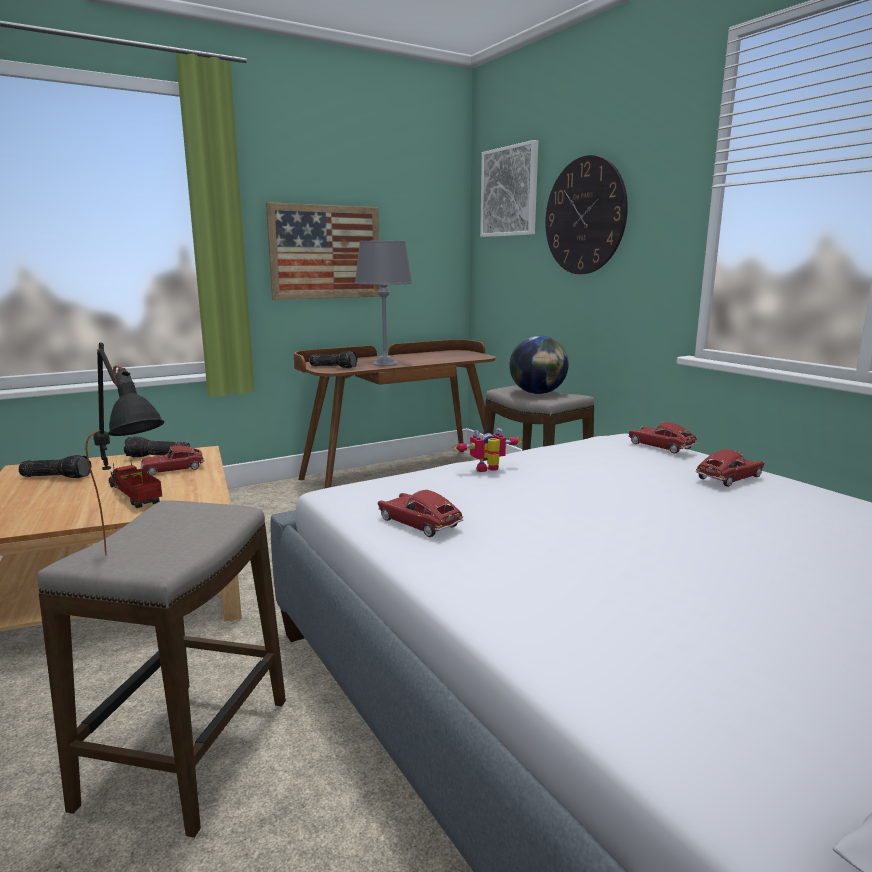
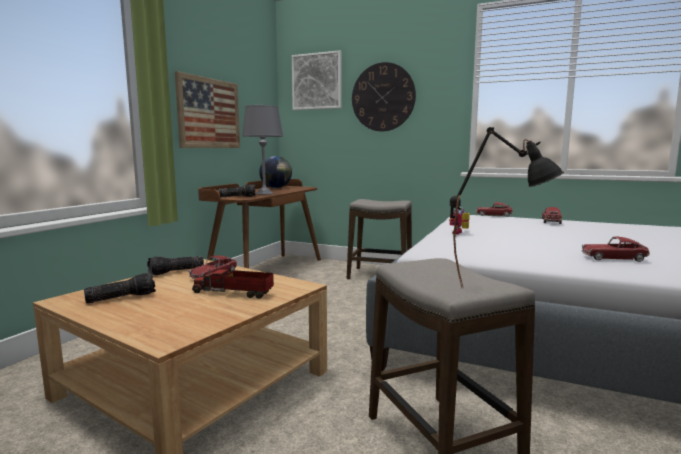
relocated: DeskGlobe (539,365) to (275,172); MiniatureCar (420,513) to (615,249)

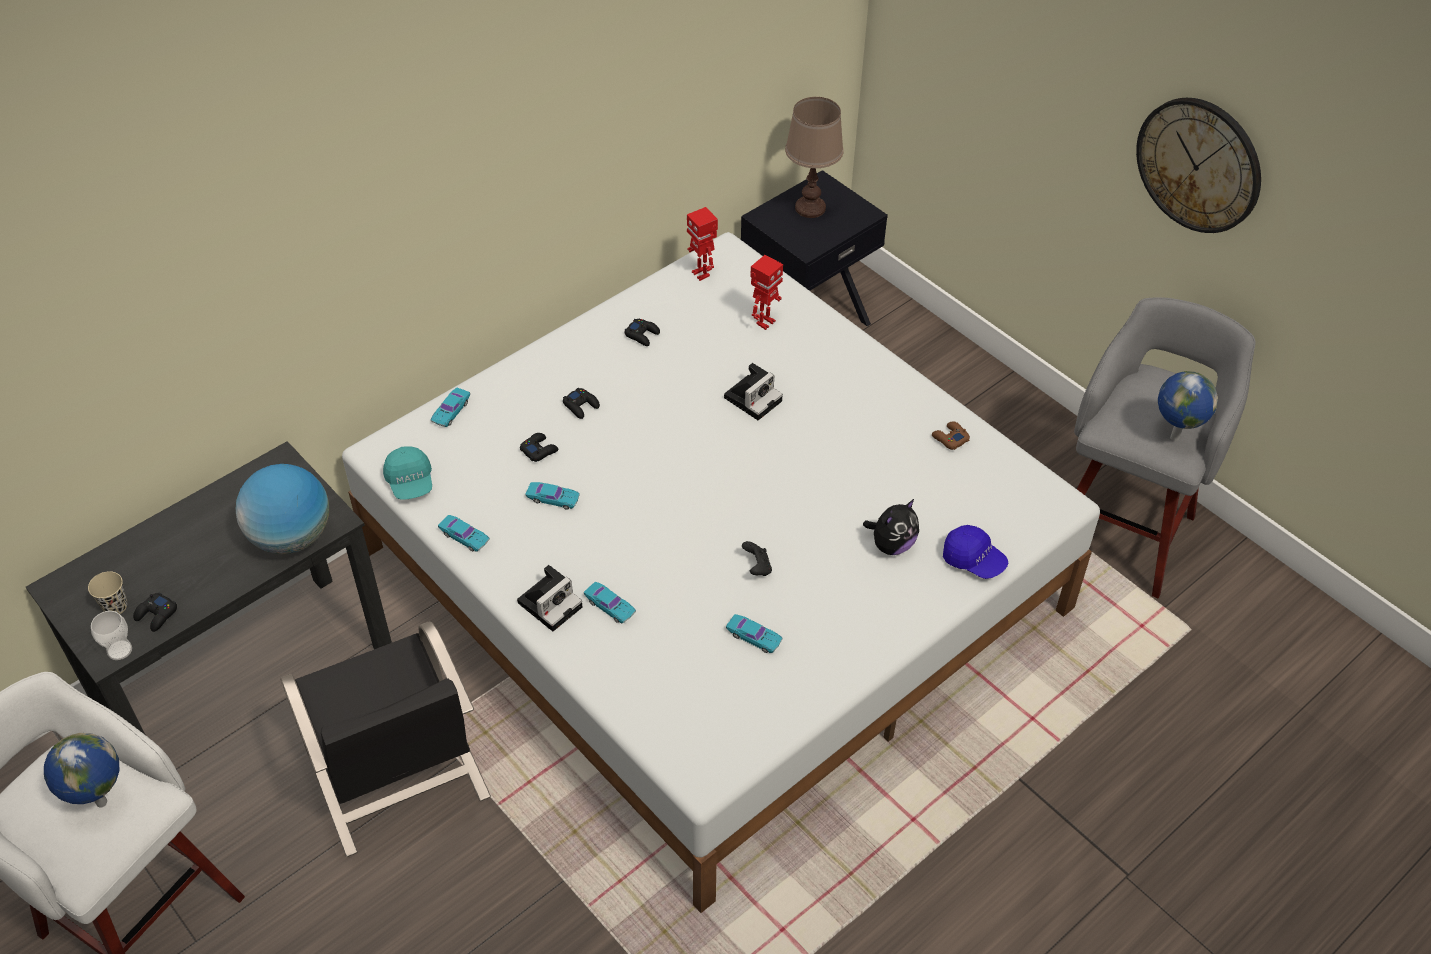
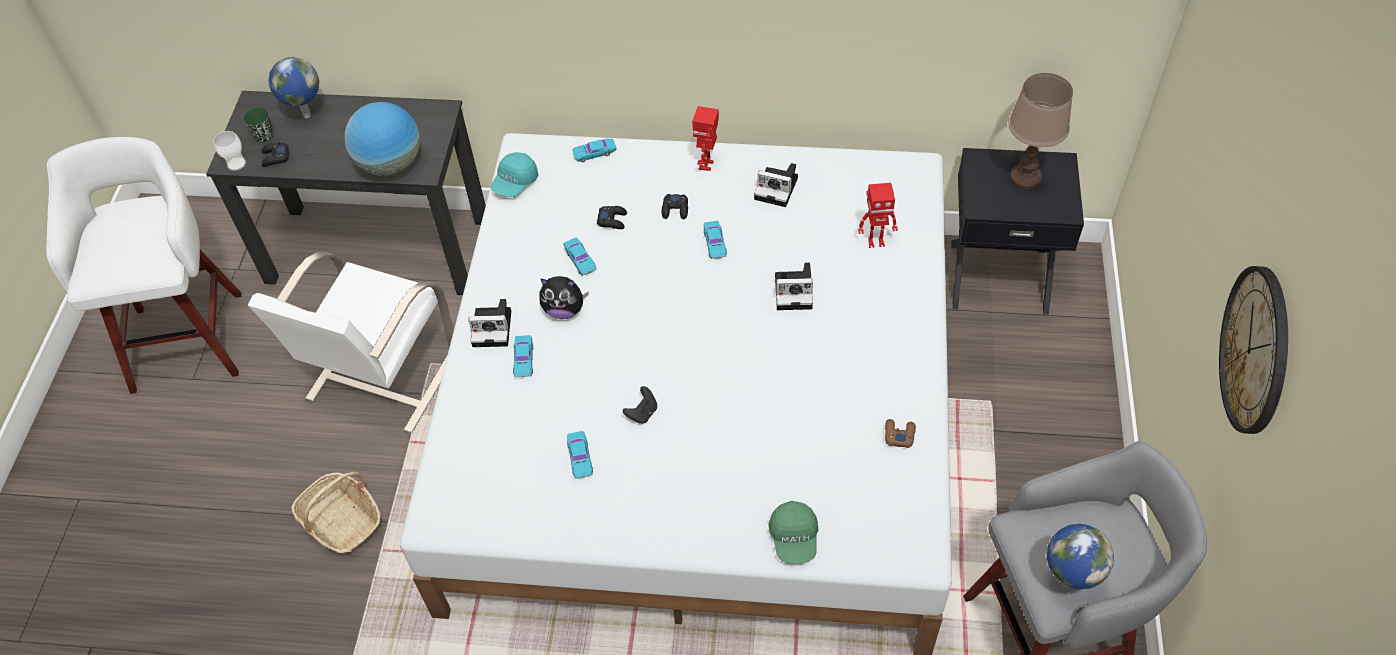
appeared: StorageBasket (336,513)
relocated: RobotFigure (702,244) to (705,138); PlushToy (891,527) to (564,297); BlueGreenMiniatureCar (464,533) to (715,240); DeskGlobe (82,770) to (293,87)
exchanged: BlackJoypad (642,332) to PhotoCamera (776,185)
colour: BlueBaseballCap (975,552) to GreenColouredBaseballCap (793,532); SandColouredCup (107,592) to GreenColouredCup (258,125); BlackUprightChair (385,739) to WhiteUprightChair (351,342)

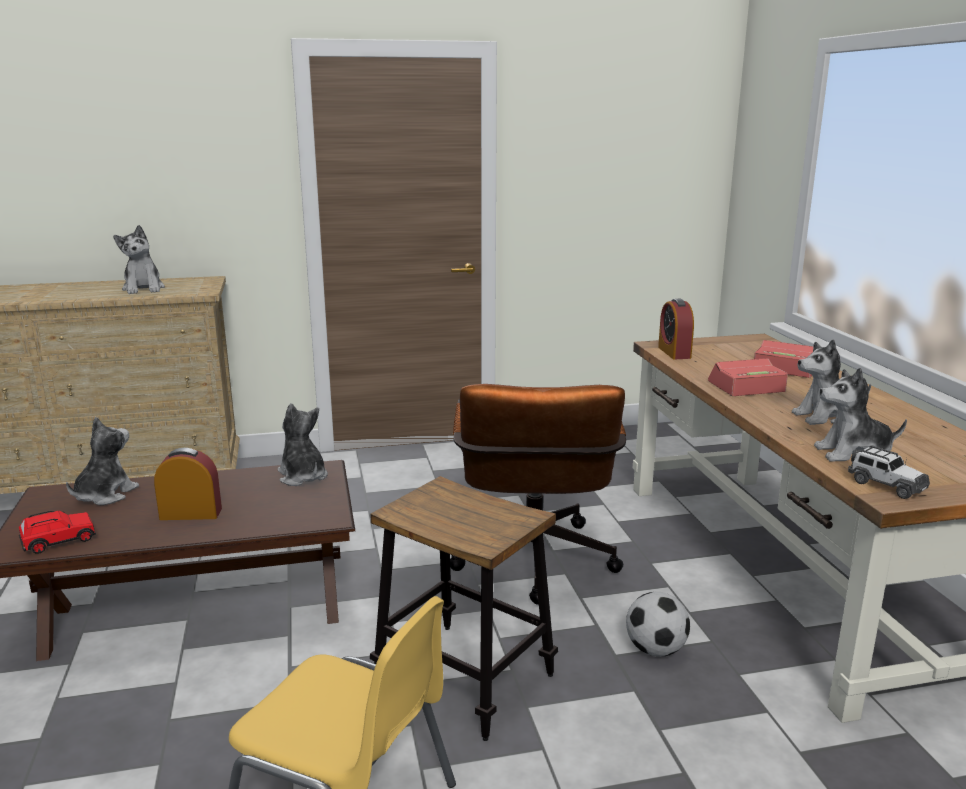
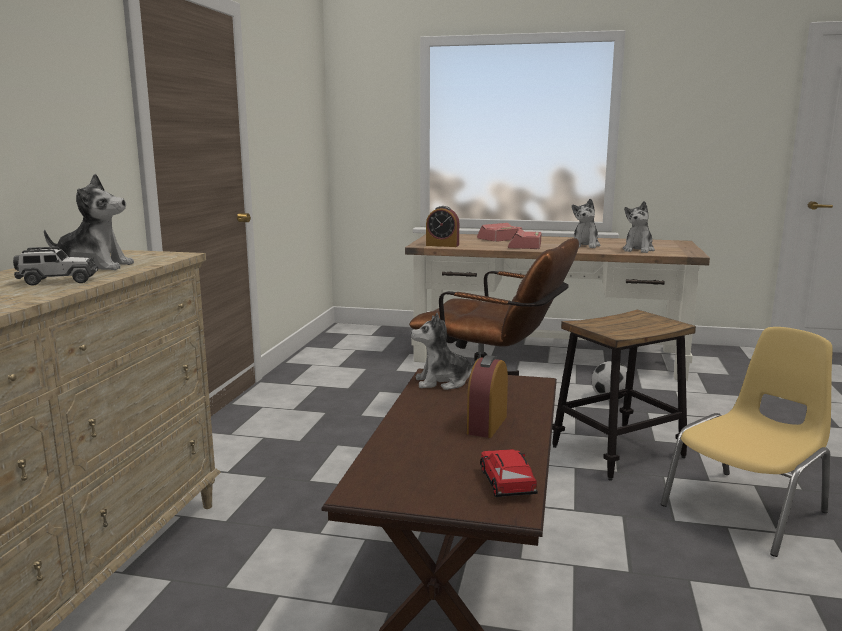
missing: PlushToy (102,461)
relocated: MiniatureCar (889,472) to (55,266)

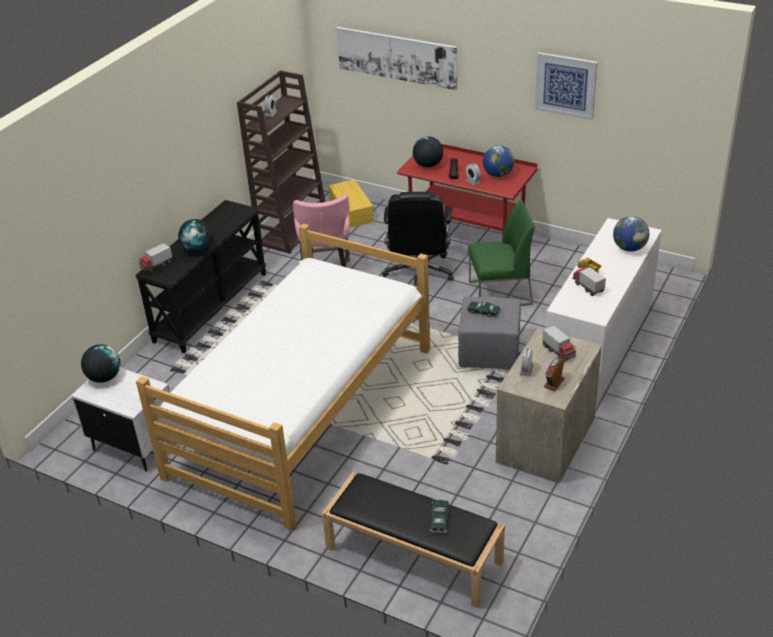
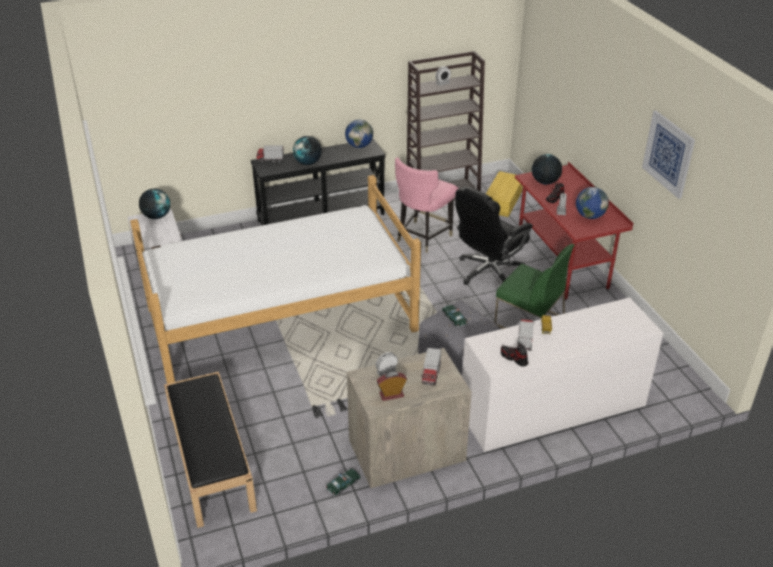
missing: Picture (396,58)
appeared: ItemOfFootwear (514,355)
relocated: DeskGlobe (631,234) to (359,134); MiniatureCar (440,516) to (343,482)

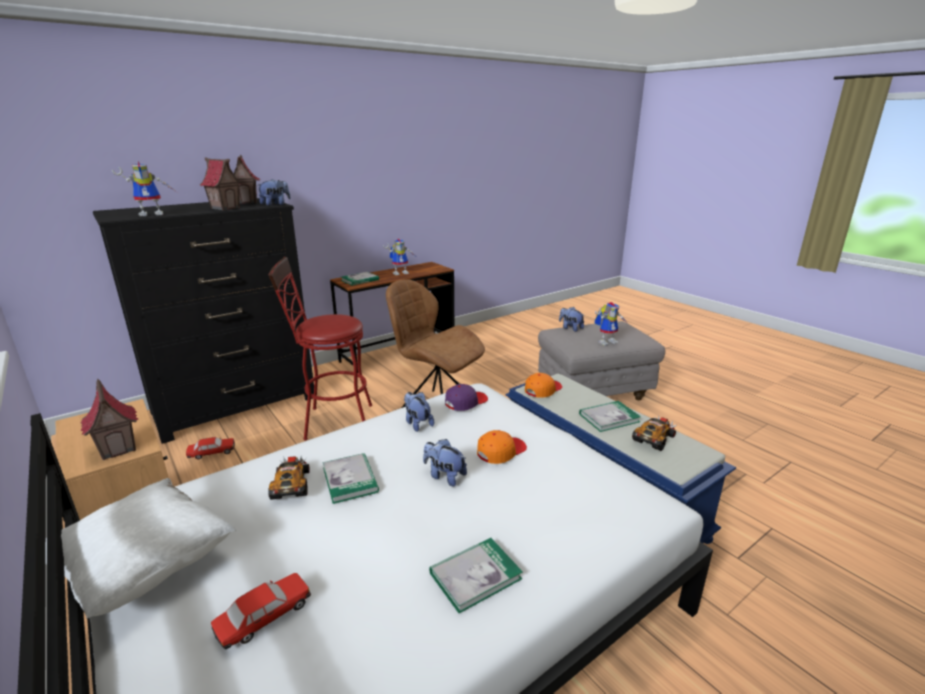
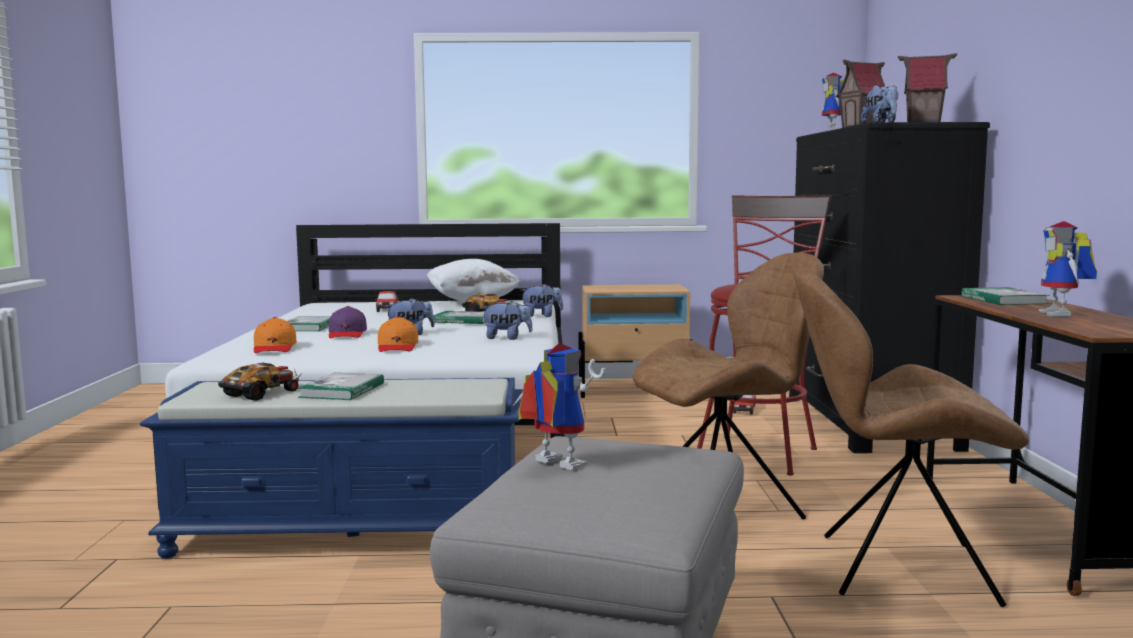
missing: MiniatureHouse (109,419)
appeared: BrownUprightChair (911,437)
relocated: PlushToy (572,319) to (541,300); OrangeyBaseballCap (543,385) to (275,335); PurplishBaseballCap (466,397) to (348,322)
spun: RobotFigure (610,324) = (559,406) 120 degrees clockwise; MiniatureCar (654,433) = (259,382) 135 degrees counterclockwise

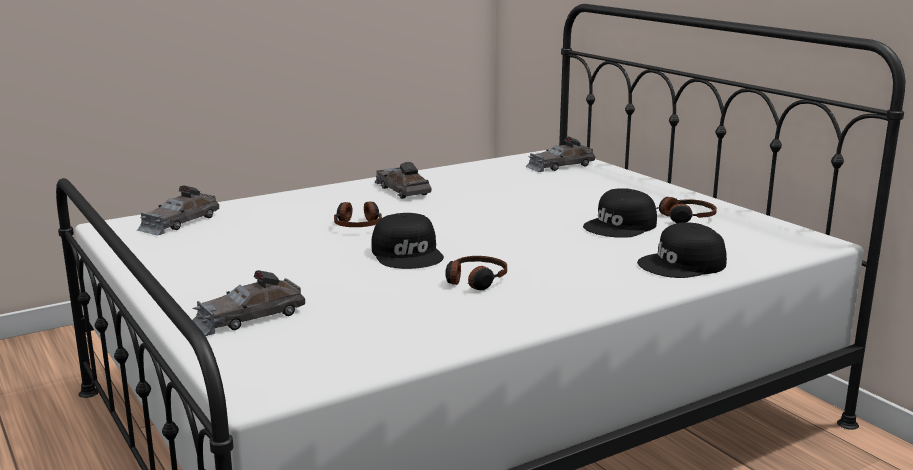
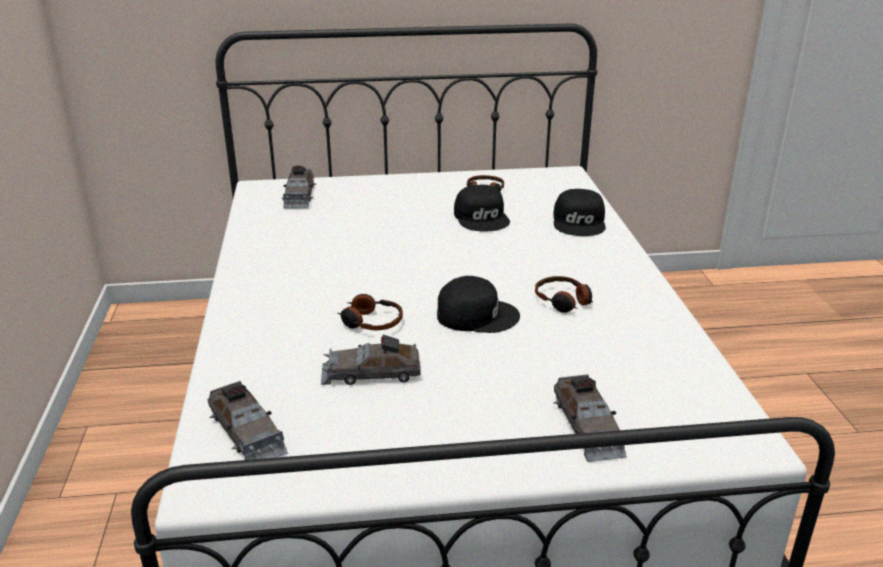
relocated: GreyishMiniatureCar (402,180) to (371,360)

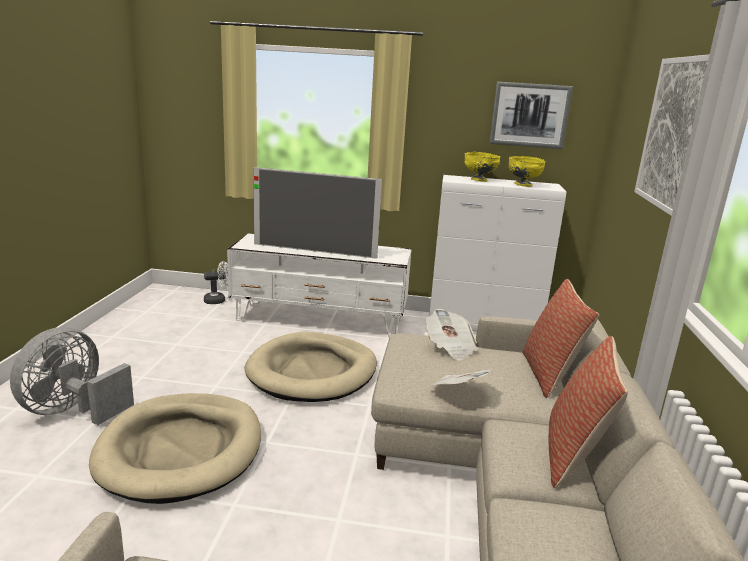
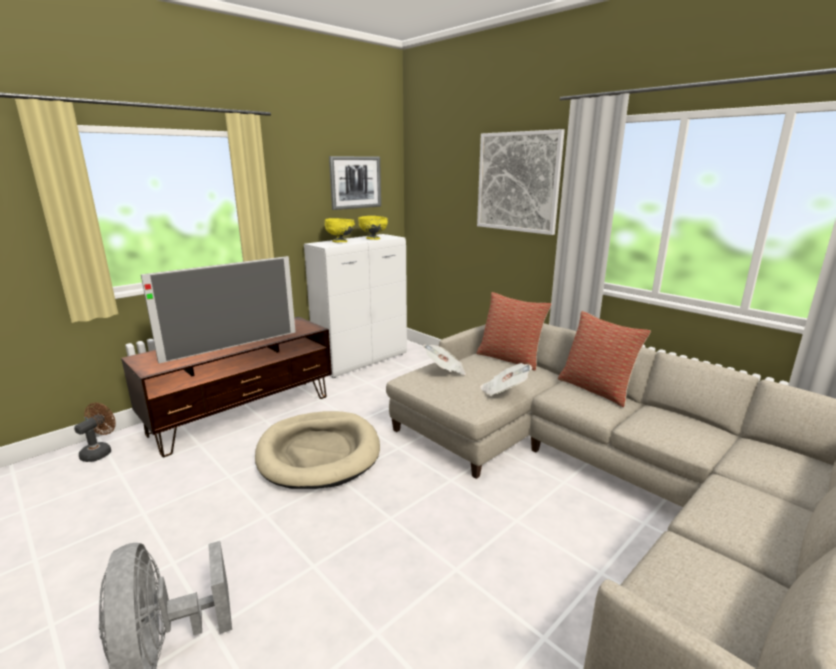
missing: SandColouredPetBed (175,448)
colour: WhiteTvUnit (319,286) to BrownTvUnit (226,387); WhiteCoolingFan (216,282) to BrownCoolingFan (95,432)

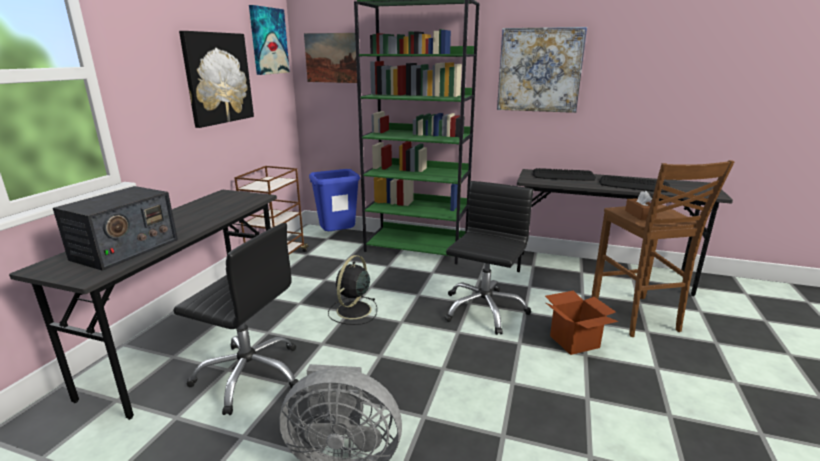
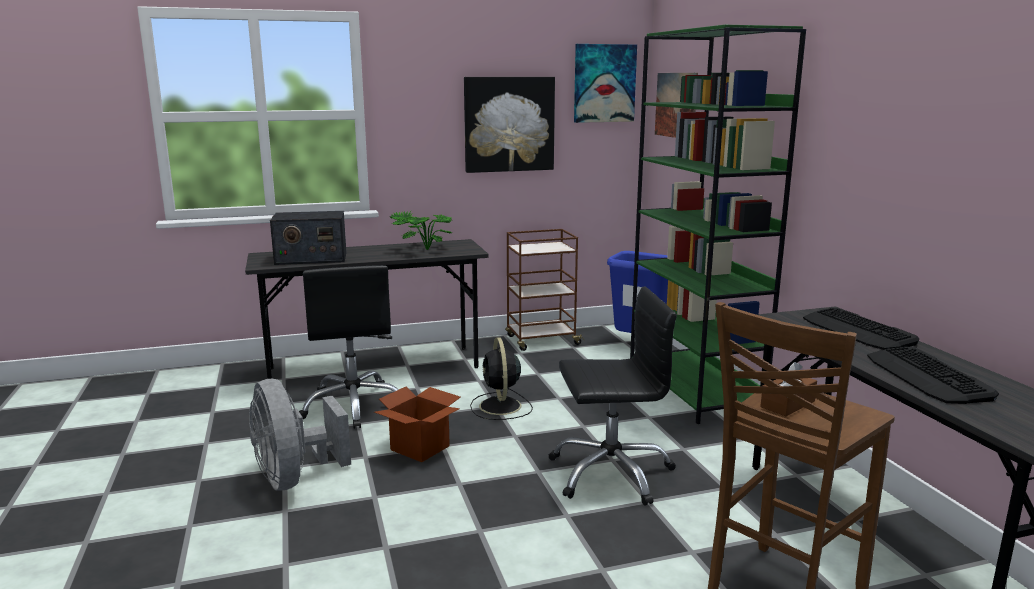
missing: Picture (542,70)
appeared: PottedPlant (420,230)
relocated: Carton (581,323) to (417,424)
spun: BlackCoolingFan (352,290) = (501,378) 90 degrees counterclockwise

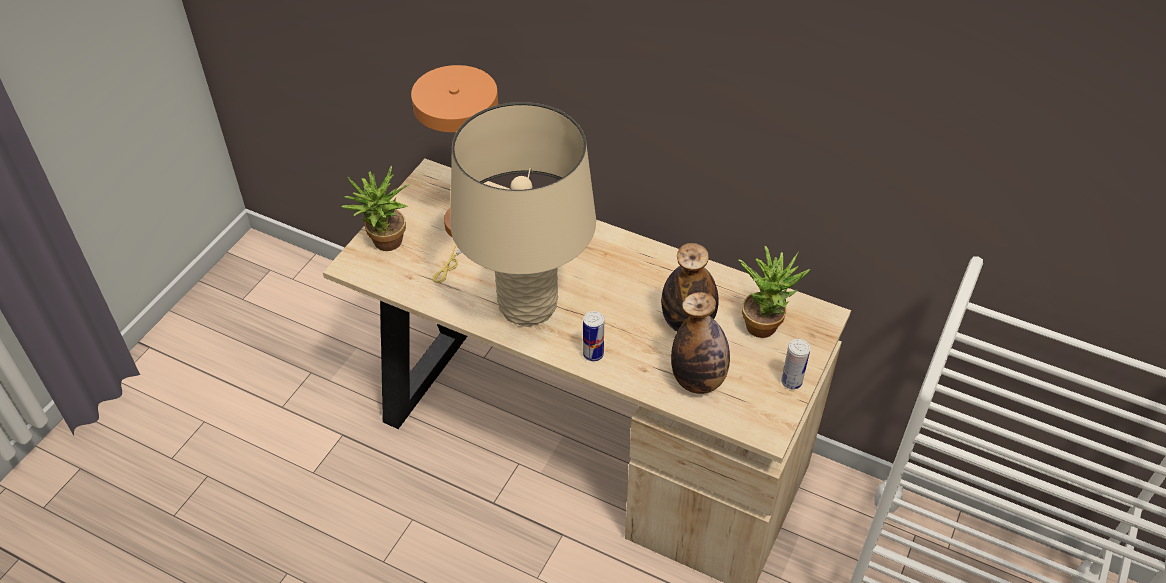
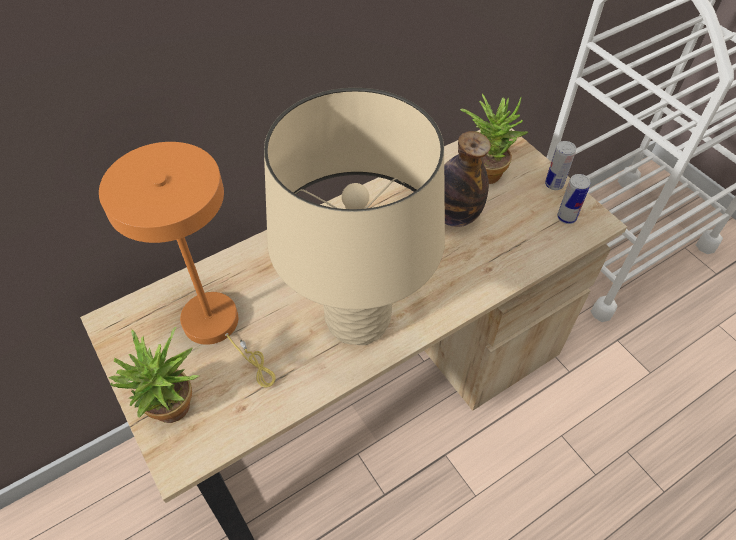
missing: DrinkBottle (700,343)
relocated: Can (593,336) to (573,199)

